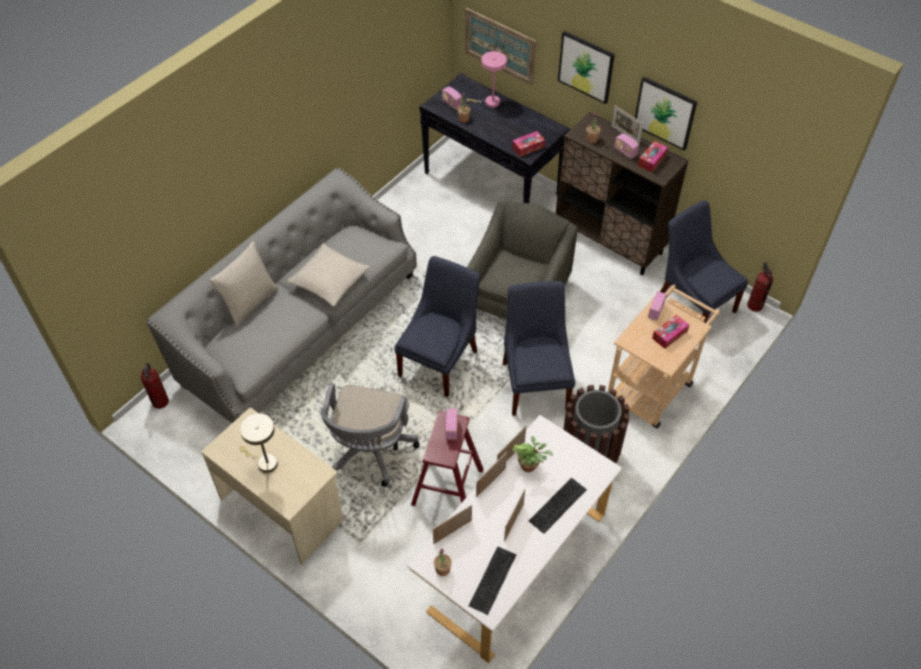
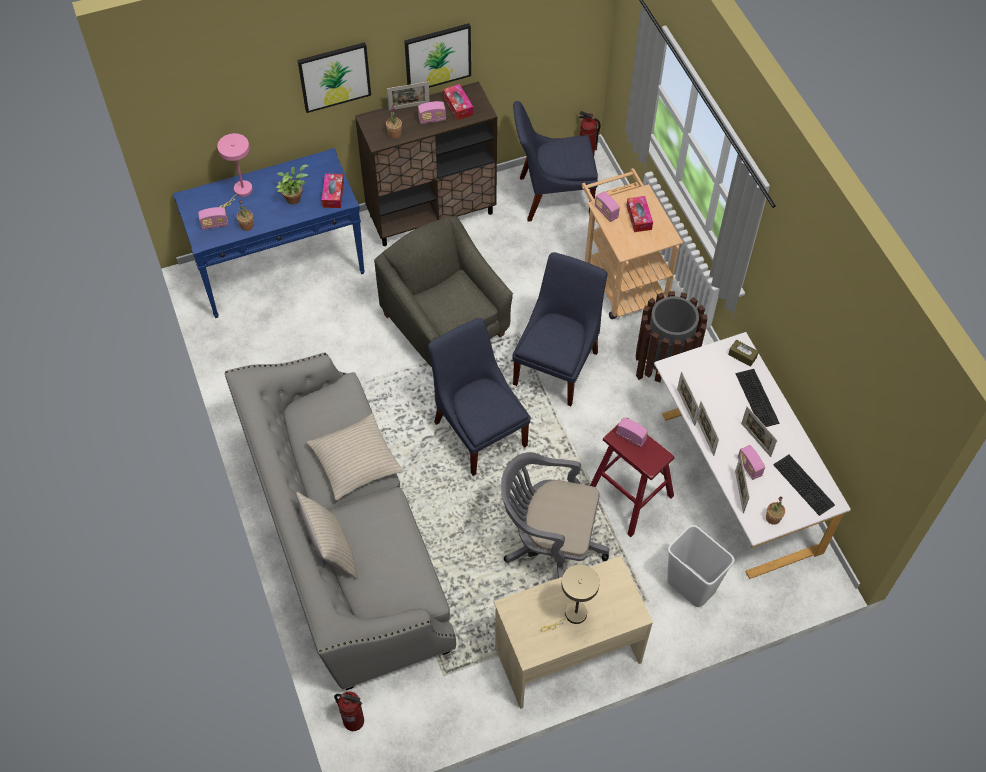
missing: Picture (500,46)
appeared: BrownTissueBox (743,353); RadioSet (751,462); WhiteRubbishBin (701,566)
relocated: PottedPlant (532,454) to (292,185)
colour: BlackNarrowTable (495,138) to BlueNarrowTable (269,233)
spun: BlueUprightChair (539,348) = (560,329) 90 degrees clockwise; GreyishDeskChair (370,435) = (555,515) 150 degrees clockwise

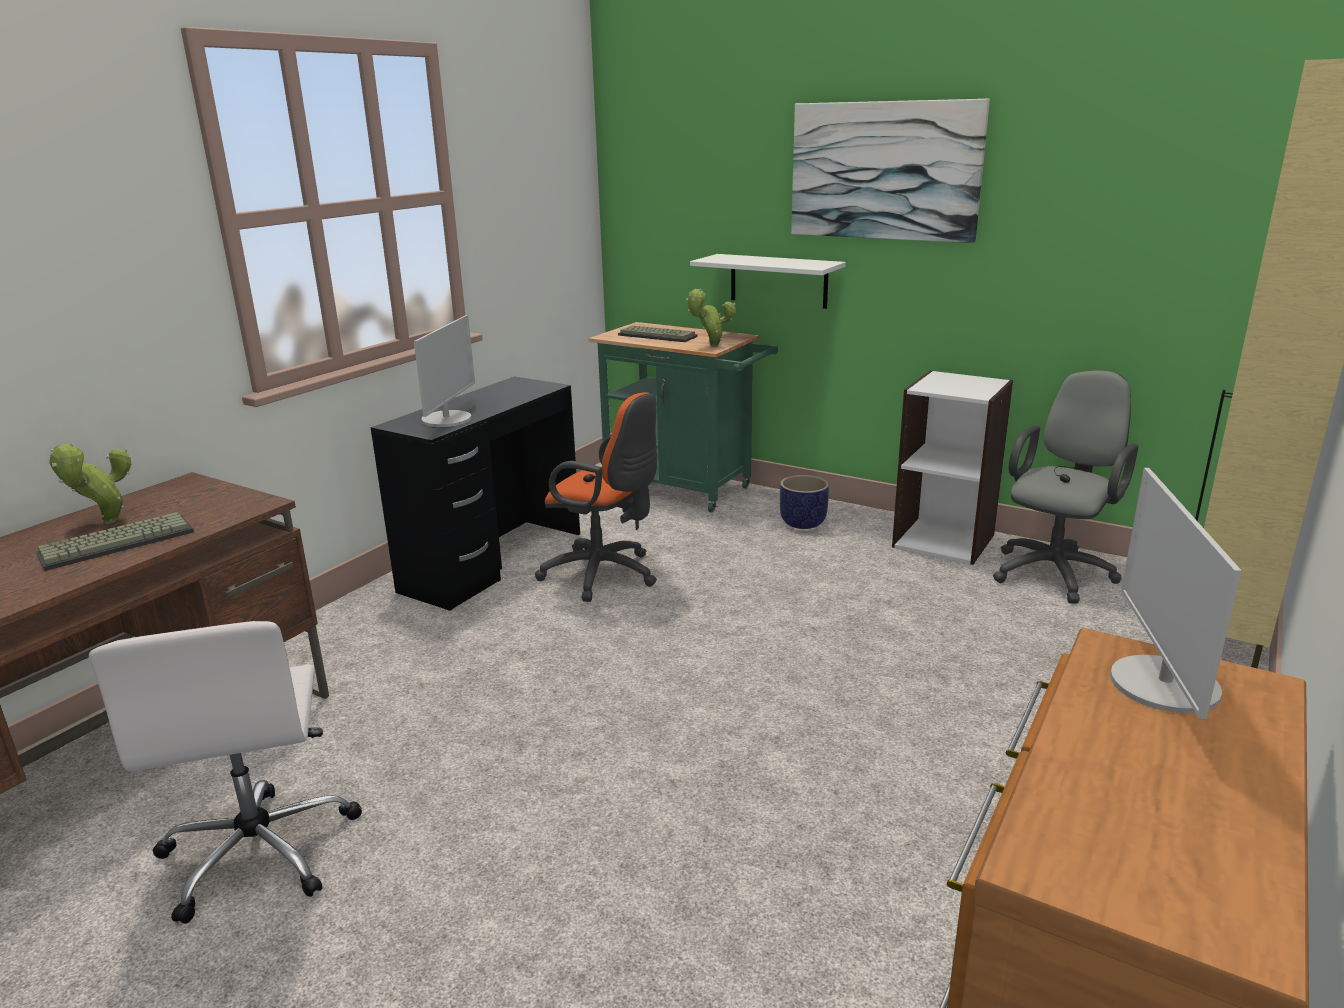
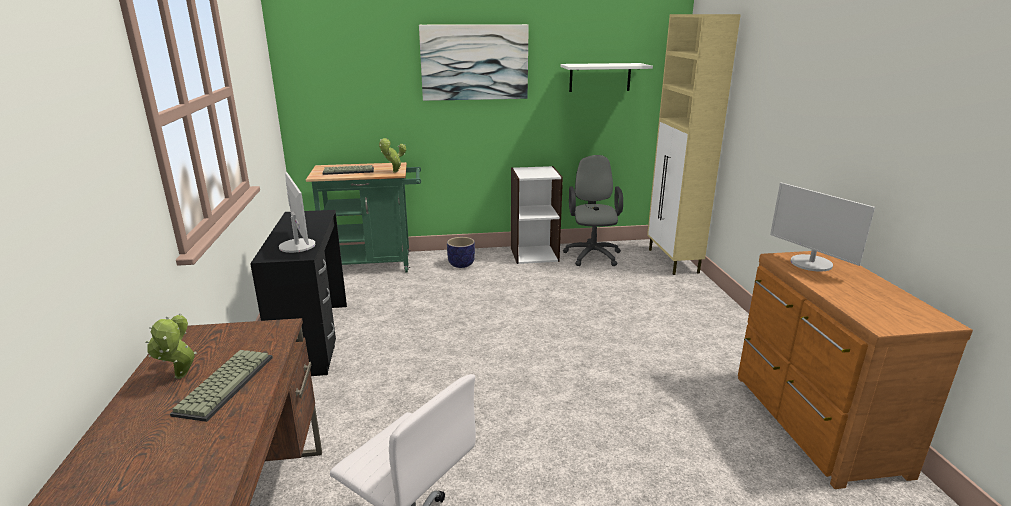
missing: OrangeyDeskChair (596,497)
relocated: WhiteWallShelf (768,281) to (606,77)

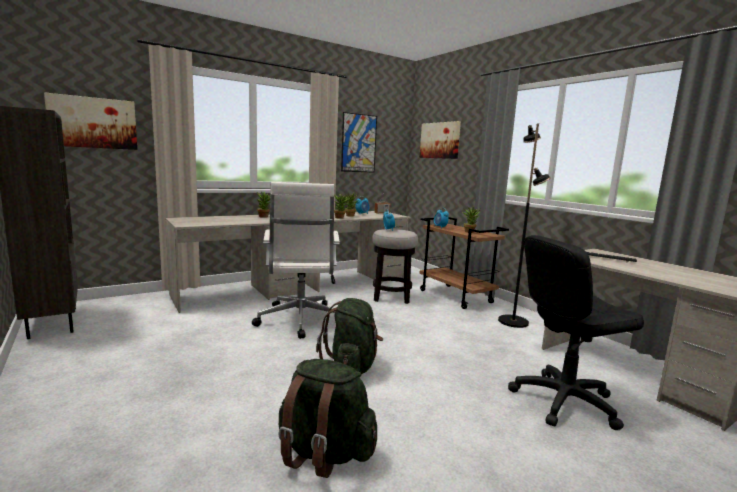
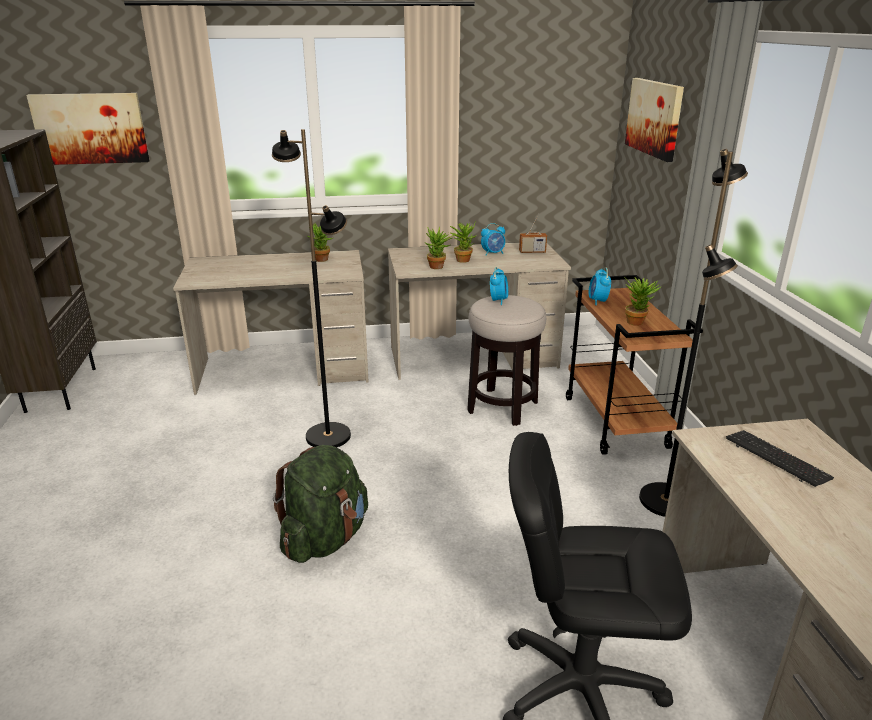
missing: Picture (359,142); GreenColouredKnapsack (327,418)
exchanged: WhiteDeskChair (296,260) to BlackStandingLamp (311,288)

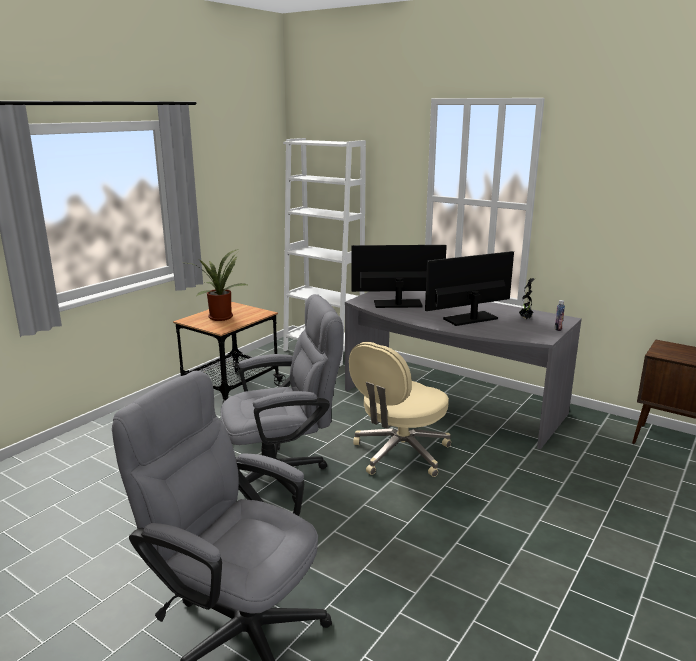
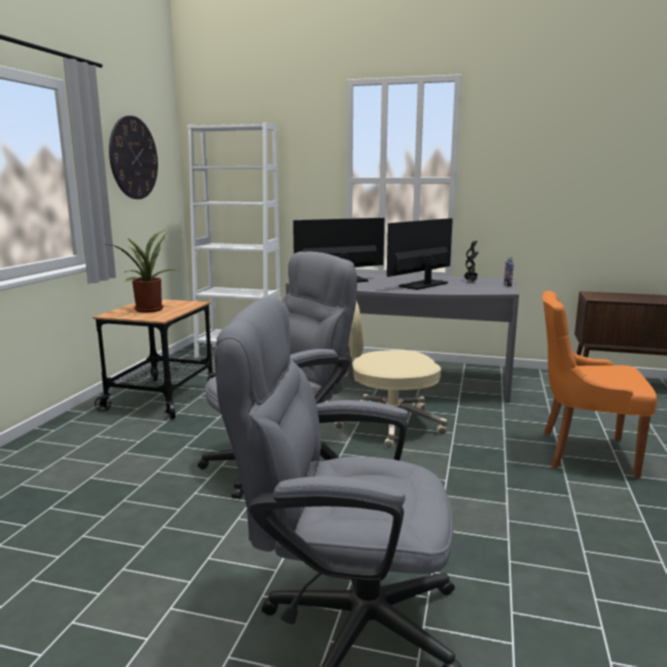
appeared: ClockOnTheWall (133,157); OrangeyUprightChair (599,384)
spun: SandColouredDeskChair (400,409) = (391,374) 60 degrees clockwise

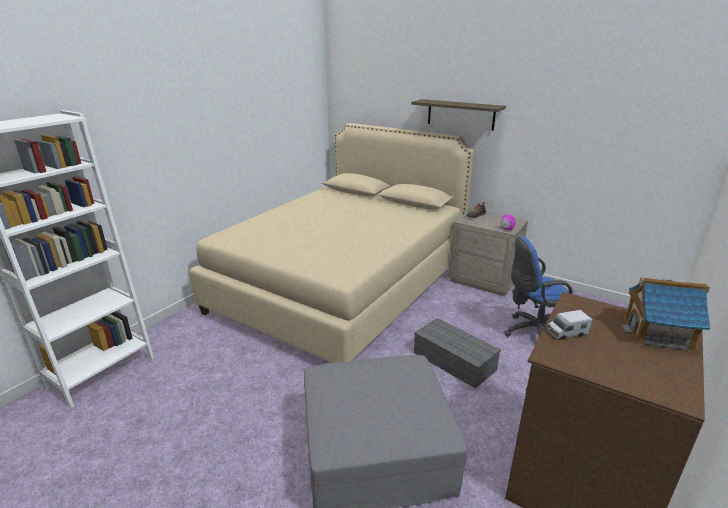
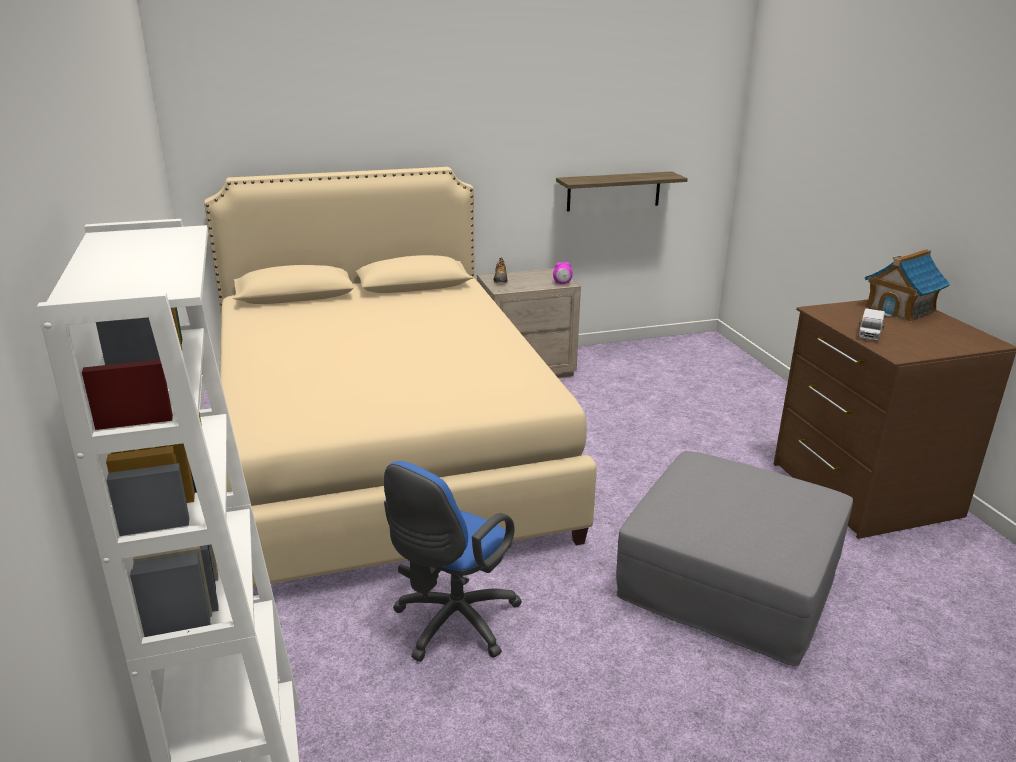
missing: GreyishStorageBin (457,353)
relocated: WallShelf (458,115) to (622,191); BlueDeskChair (538,287) to (453,561)

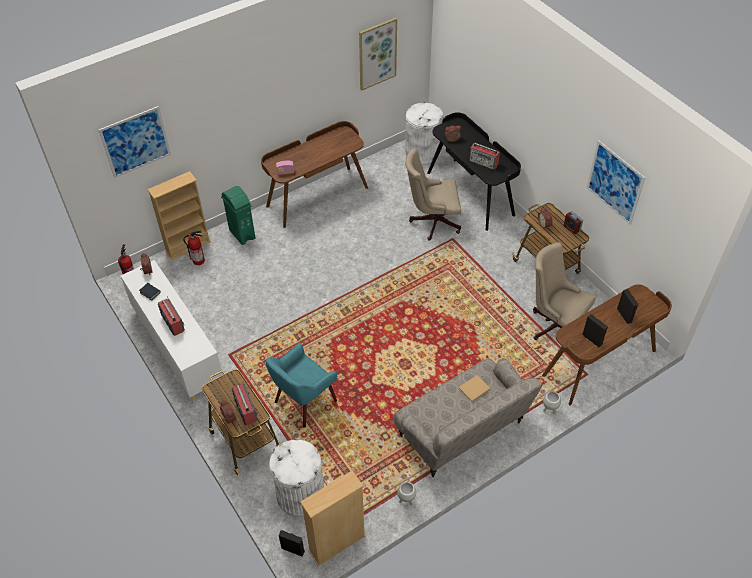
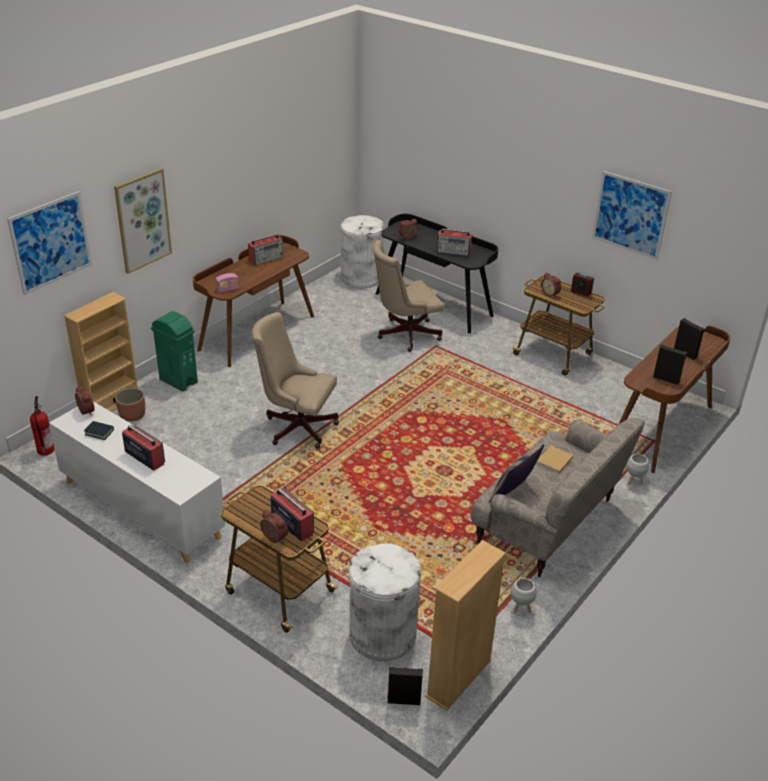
missing: BlueGreenArmchair (301,385)
appeared: RadioSet (265,249); Cushion (516,473)
relocated: Picture (378,54) to (143,221); SandColouredDeskChair (564,291) to (295,380)
exchanged: FireFightingCylinder (194,248) to PlantPot (130,405)

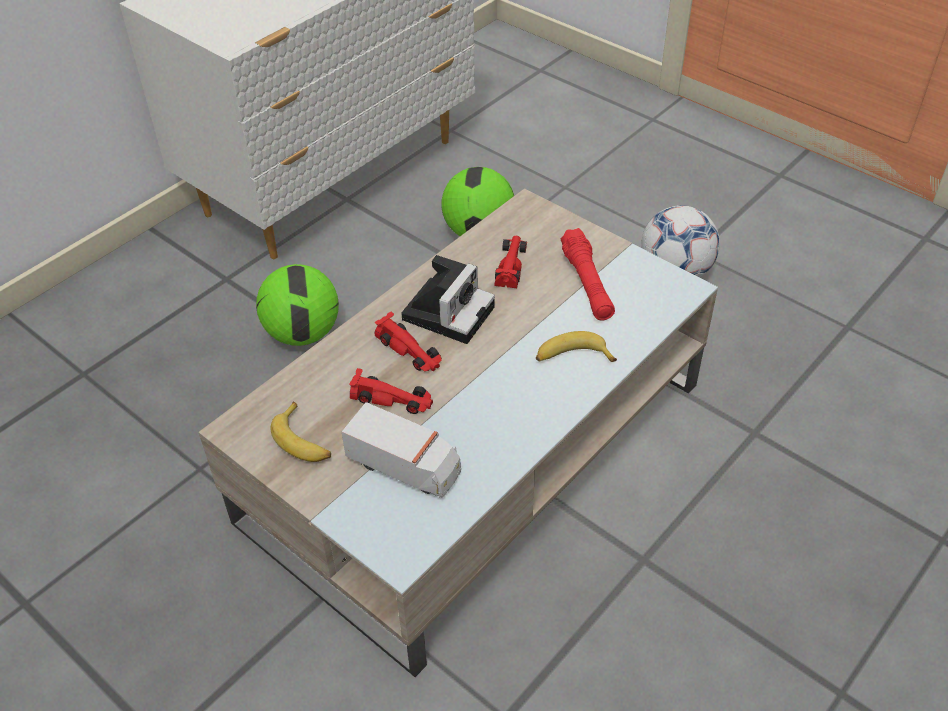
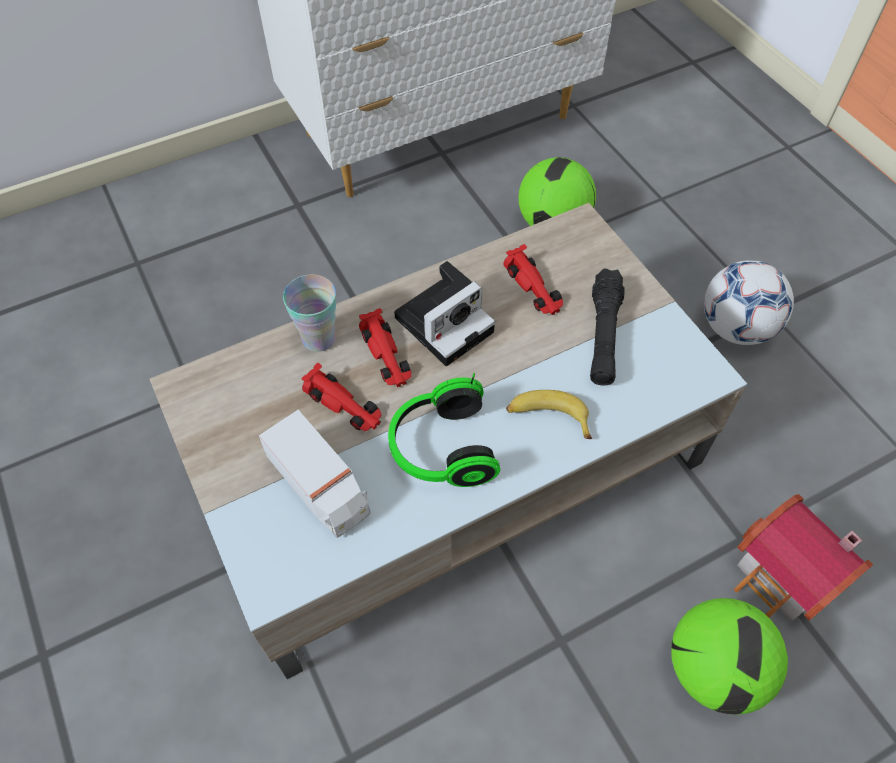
missing: BananaFruit (301,431)
appeared: Cup (309,313); Headphones (444,430); MiniatureHouse (803,558)
relocated: BallForFootball (297,305) to (729,656)
colour: RedColouredTorch (588,274) to BlackTorch (607,327)
spun: RedColouredMiniatureCar (510,262) = (533,279) 120 degrees clockwise

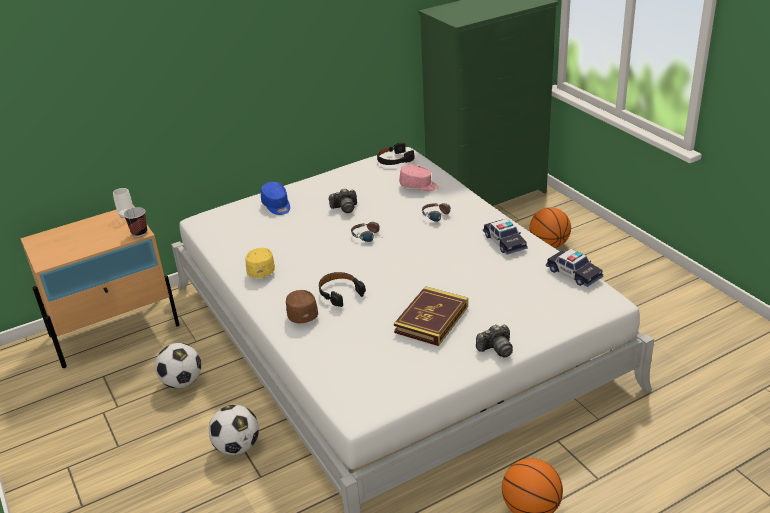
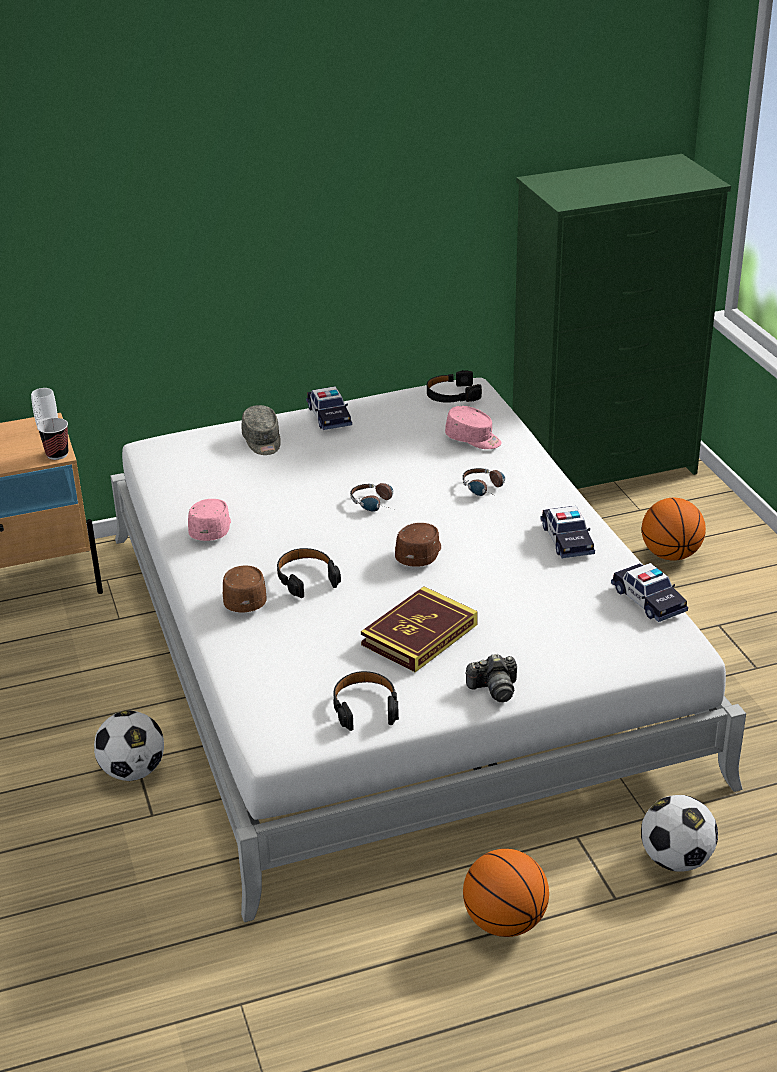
missing: PhotoCamera (342,200)
appeared: MiniatureCar (329,408); BrownBaseballCap (418,545); BlackHeadphones (366,701)
relocated: BallForFootball (178,366) to (679,833)
colour: BlueBaseballCap (275,198) to GreyishBaseballCap (261,430); YellowColouredBaseballCap (260,263) to PinkishBaseballCap (209,520)

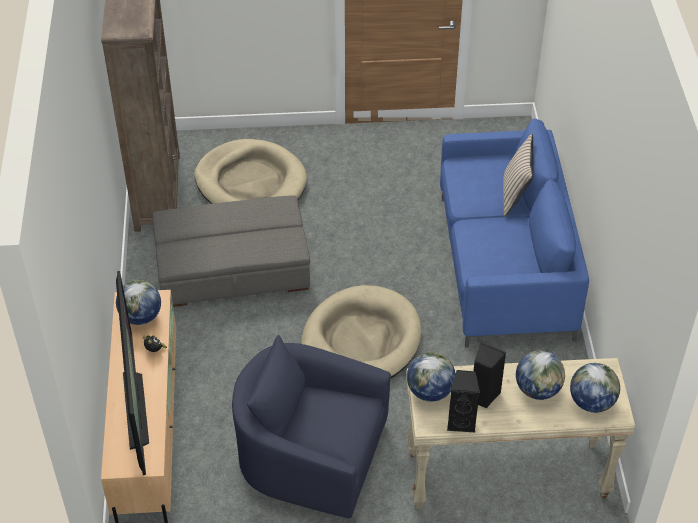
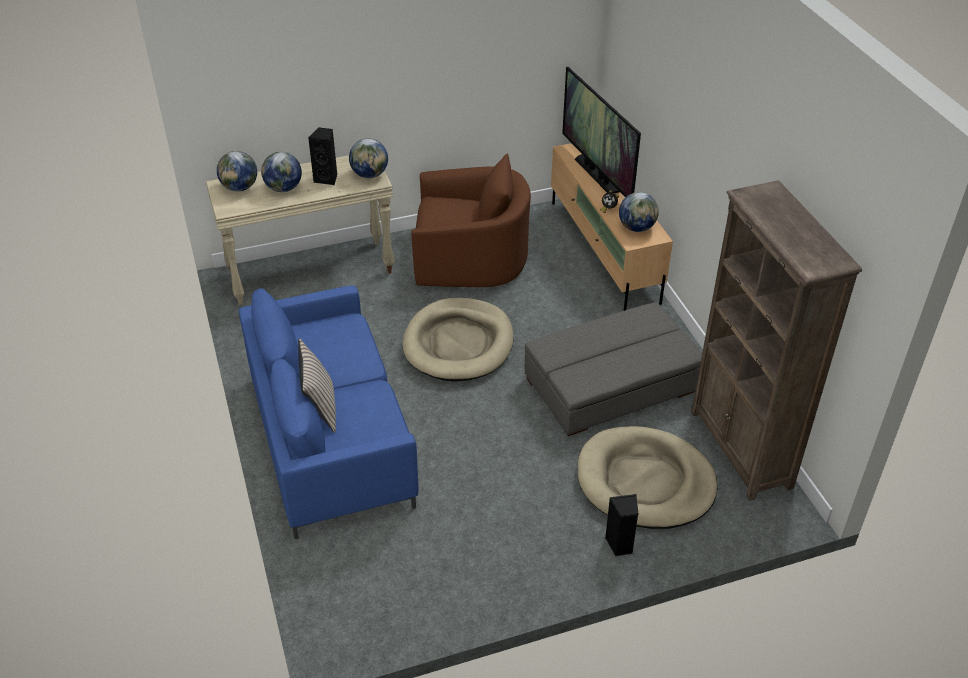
relocated: BlackAudioSpeaker (463,401) to (621,525)
colour: BlueArmchair (311,426) to BrownArmchair (471,220)

